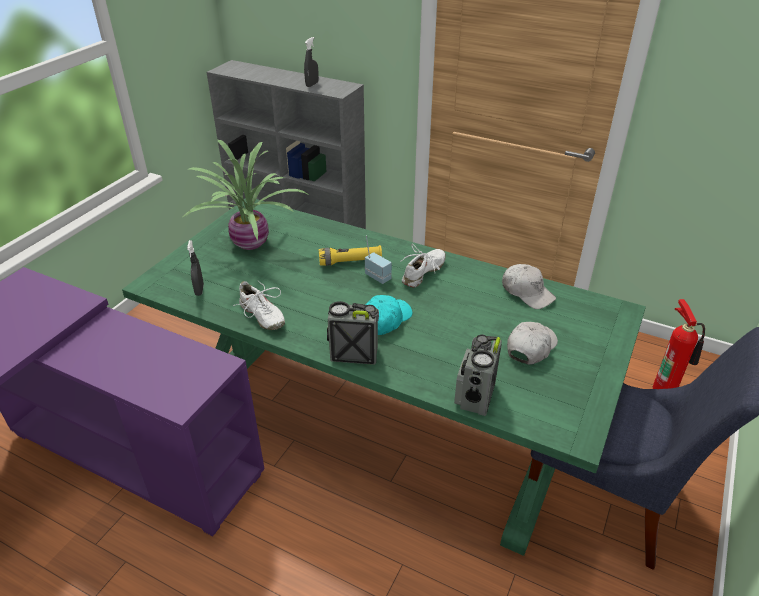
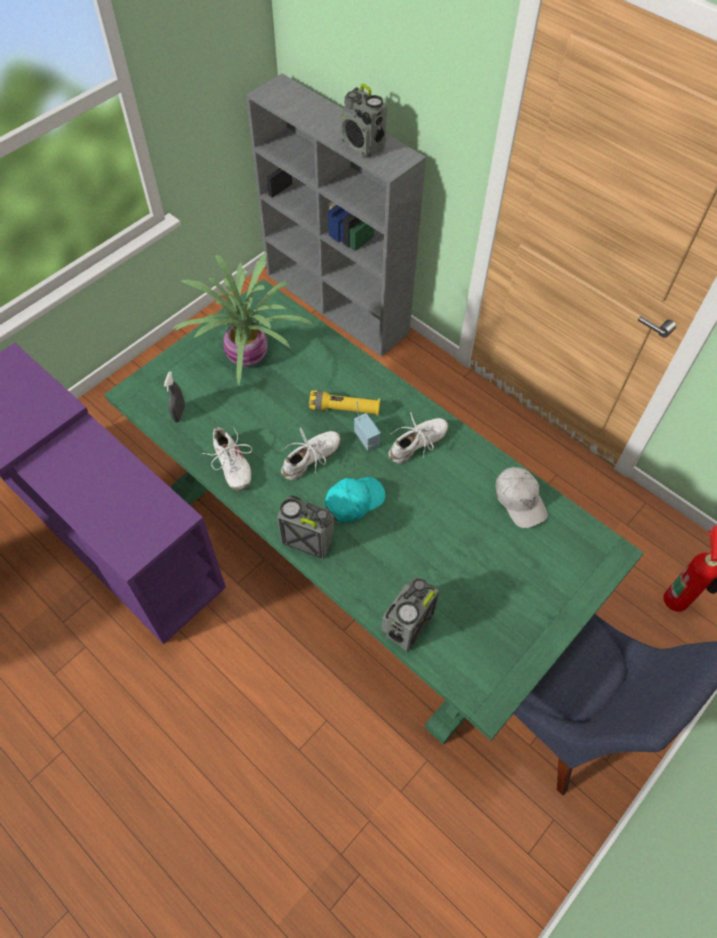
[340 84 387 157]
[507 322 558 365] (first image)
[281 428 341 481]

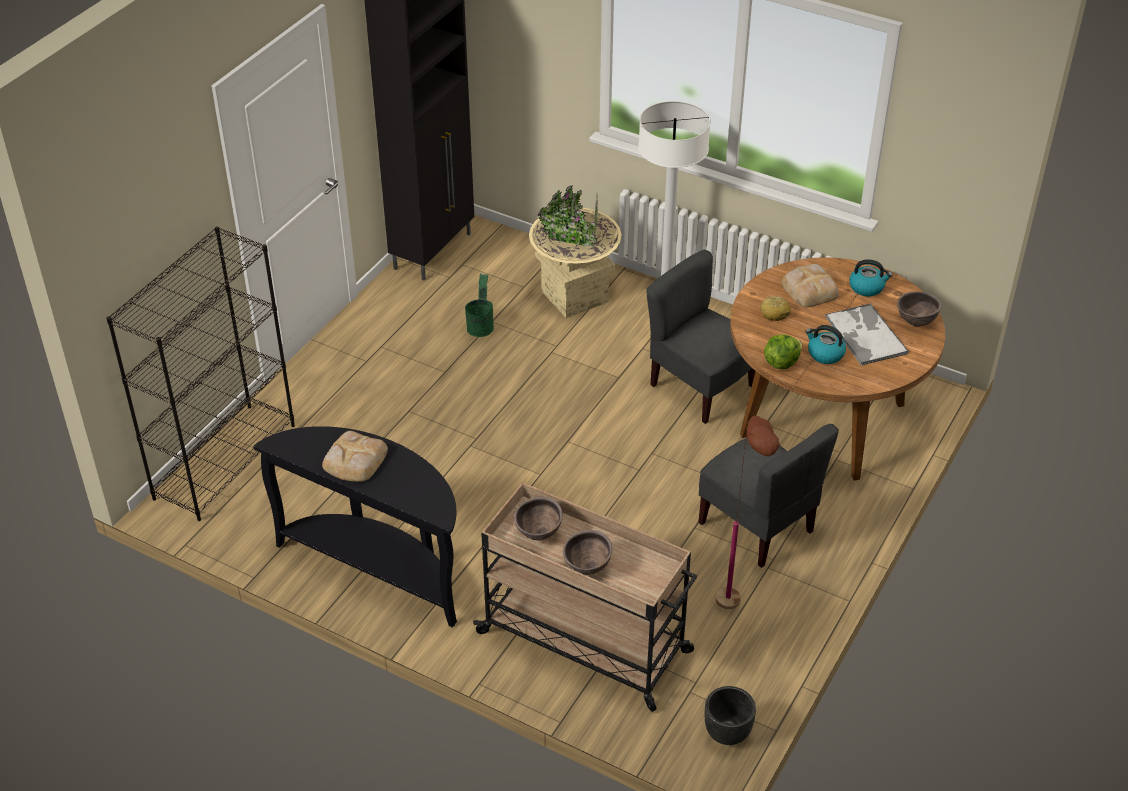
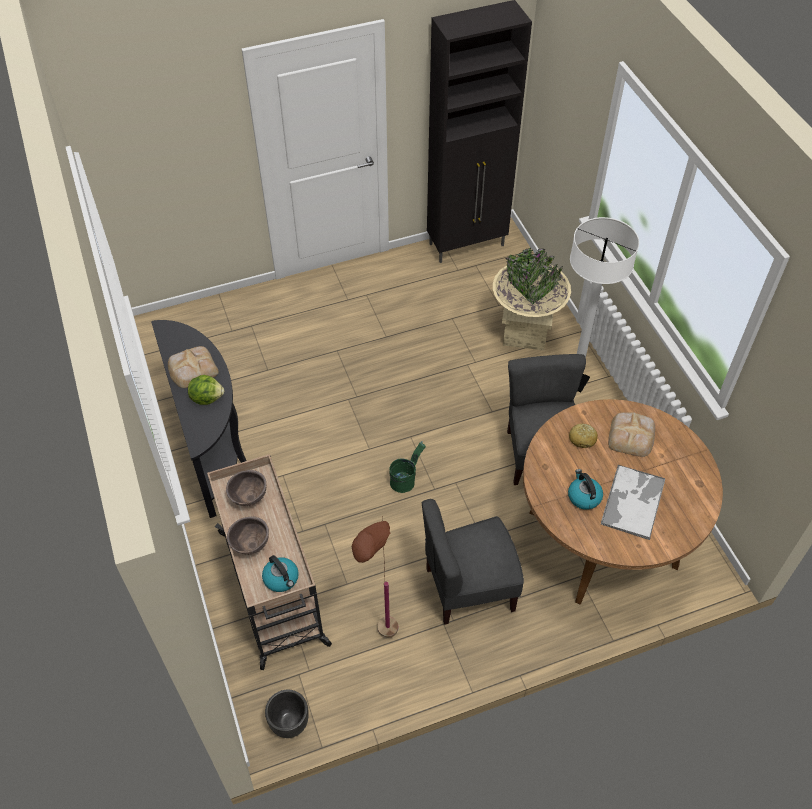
[106 227 295 521] (first image)
[262 555 299 592]
[389 441 426 493]
[897 291 942 327] (first image)
[188 375 224 405]
[422 499 524 625]

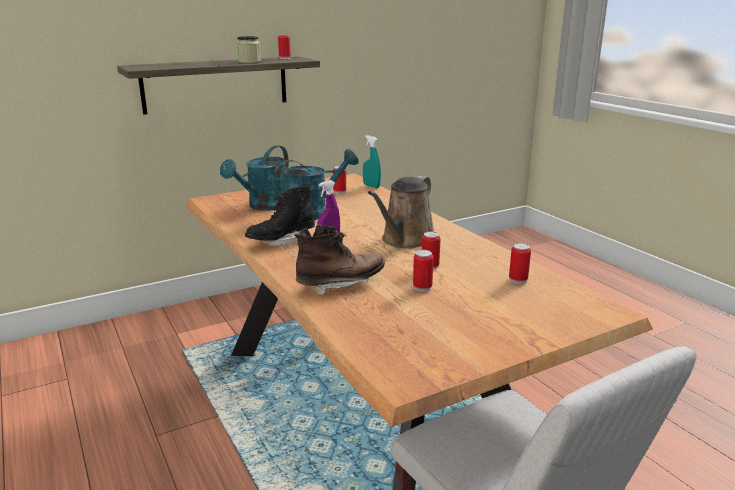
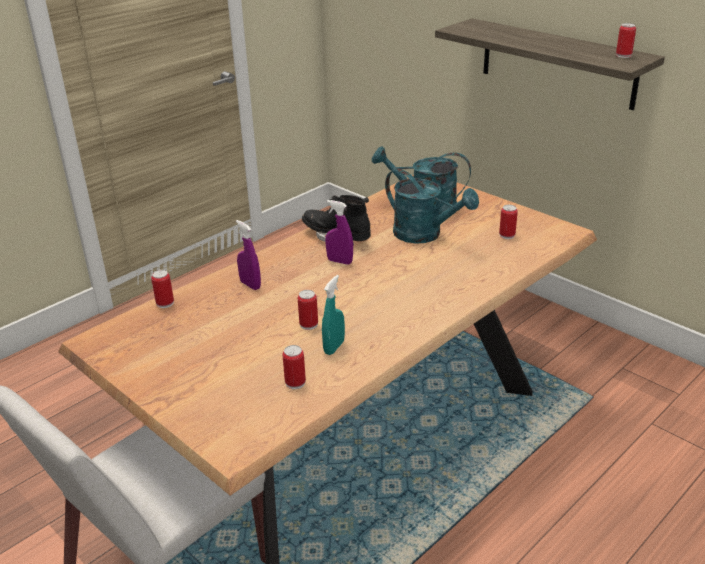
[237 36 261 63] (first image)
[322 275 345 355]
[368 176 434 248] (first image)
[236 220 261 290]
[151 270 174 308]

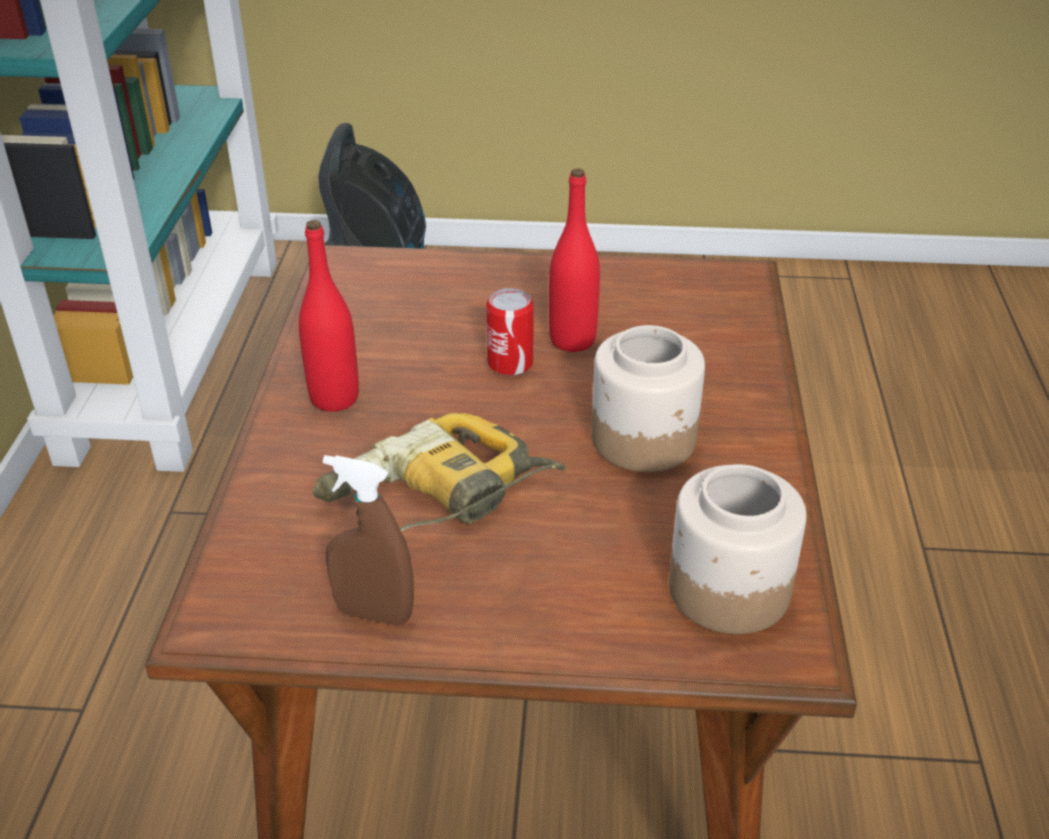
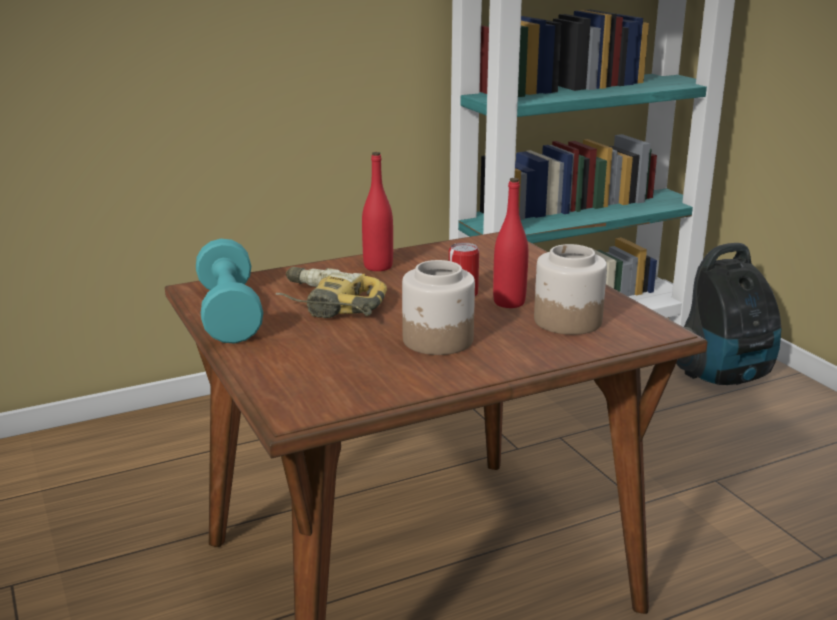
[196 239 263 344]
[534 244 607 335]

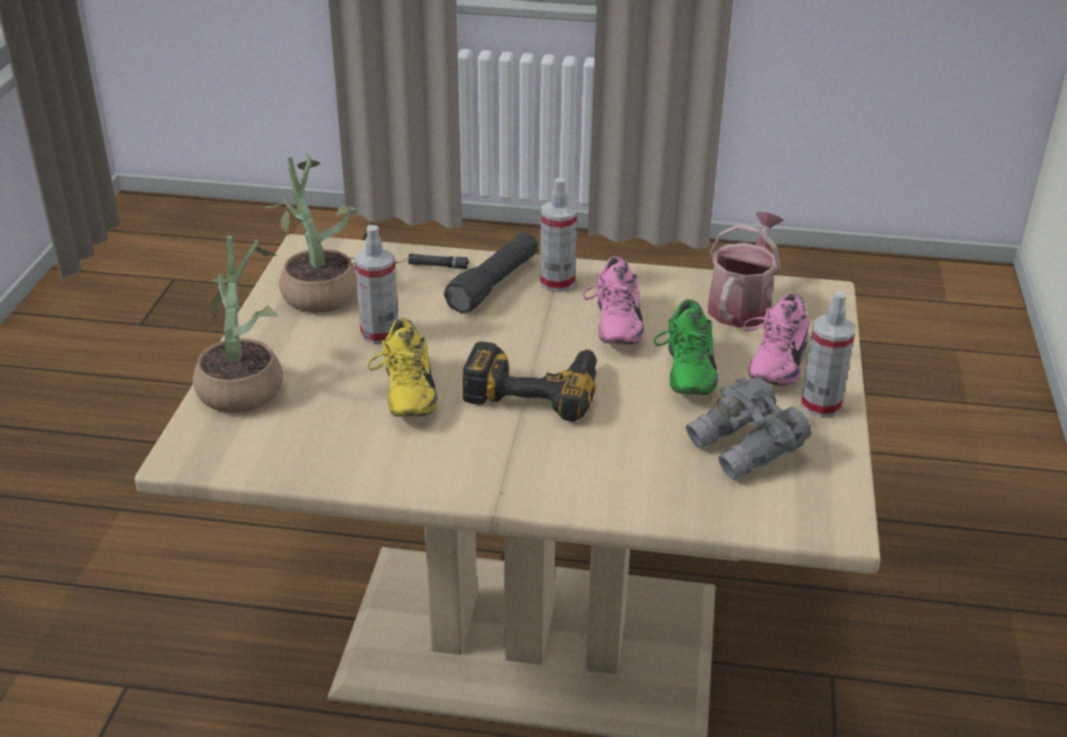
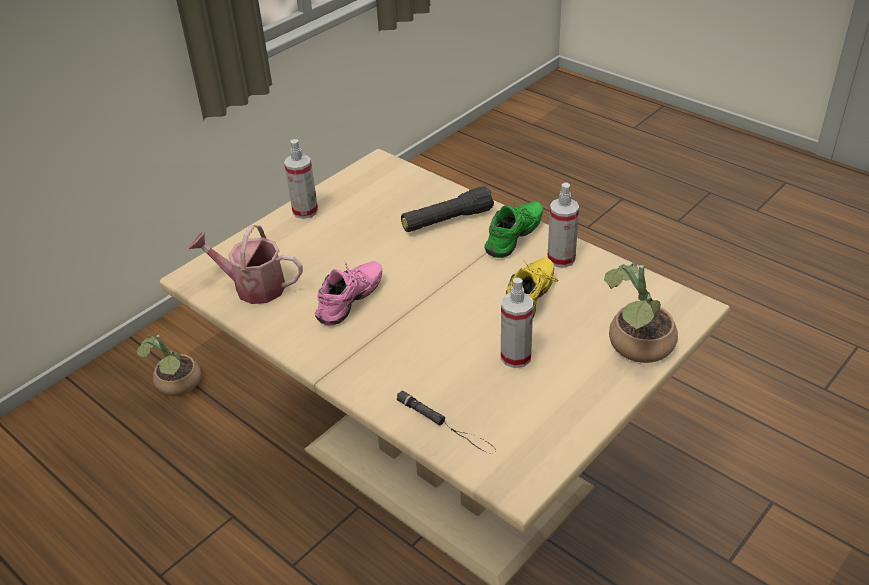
[137 334 201 396]
[547 183 579 268]
[189 225 303 304]
[401 186 494 232]
[743 293 809 386] (first image)
[484 201 543 258]
[463 341 597 421] (first image)
[686 377 811 480] (first image)

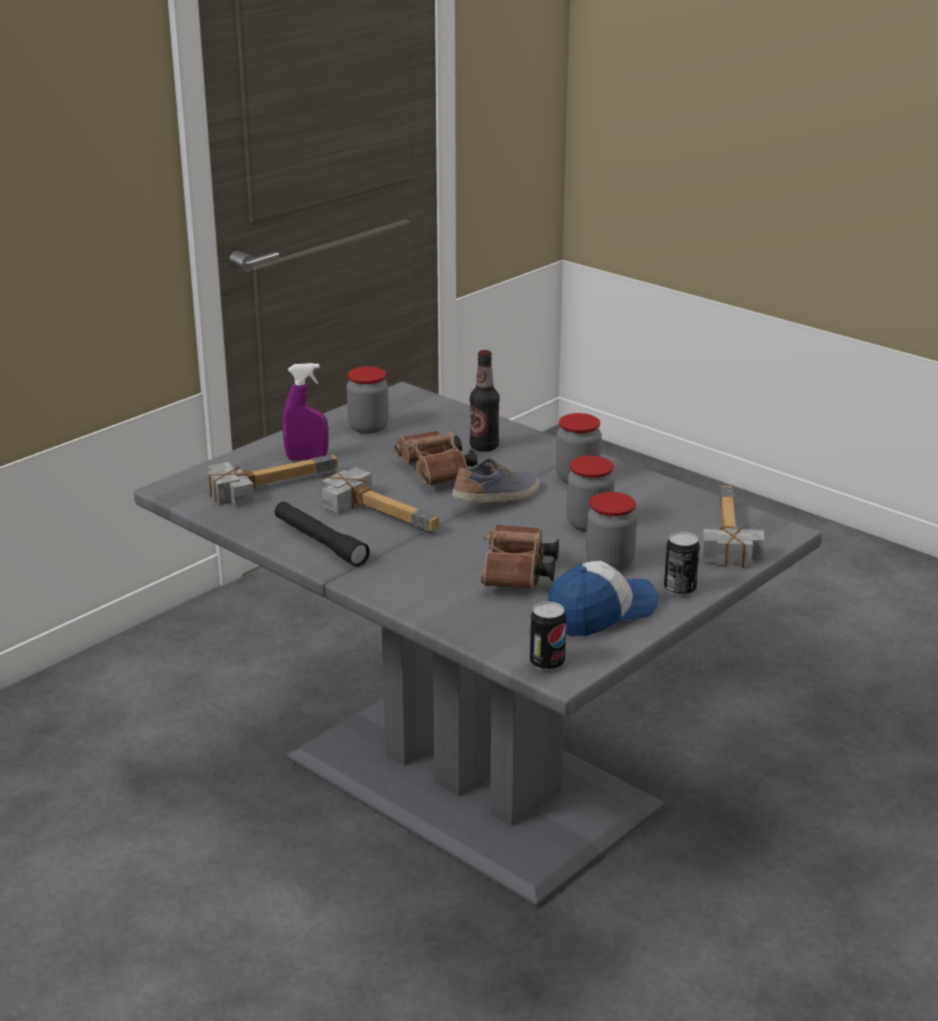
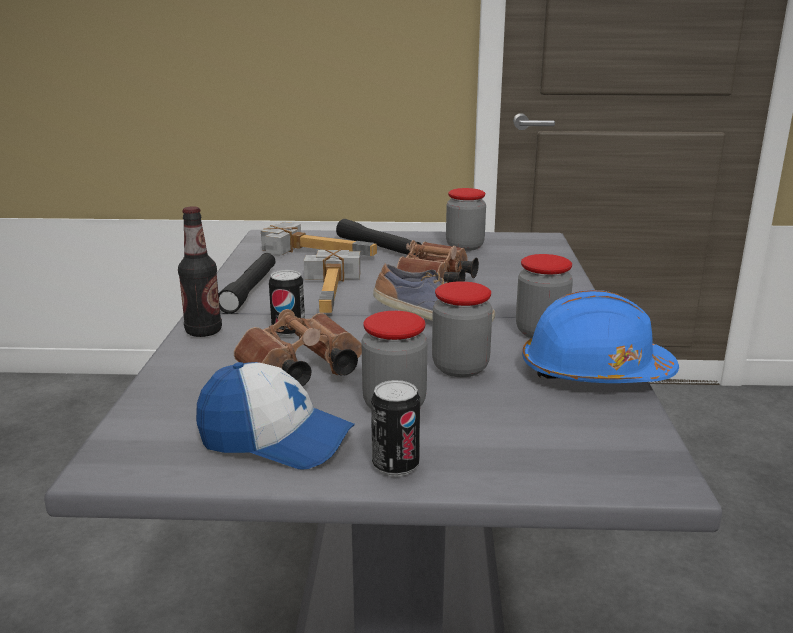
[178 206 222 337]
[336 219 422 257]
[702 486 765 567] (first image)
[269 270 305 337]
[522 290 679 383]

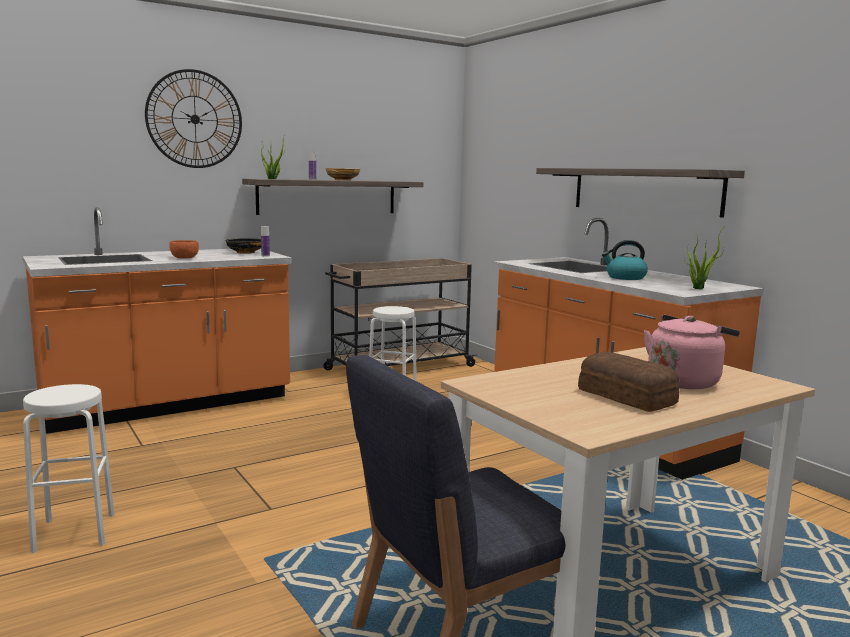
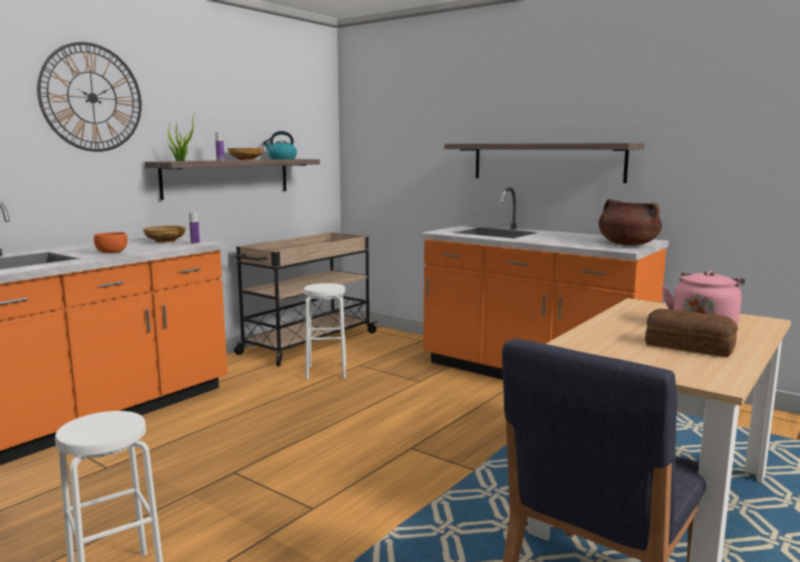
[598 199 662 245]
[143 225 186 243]
[263 131 297 159]

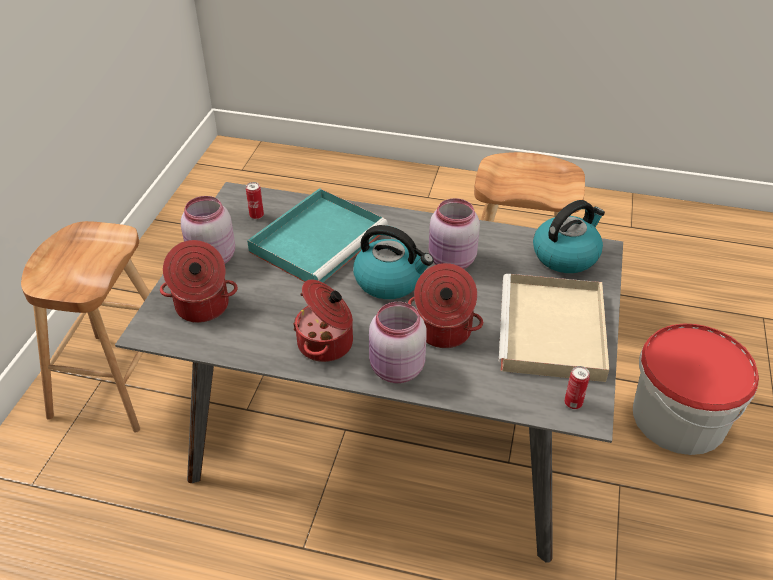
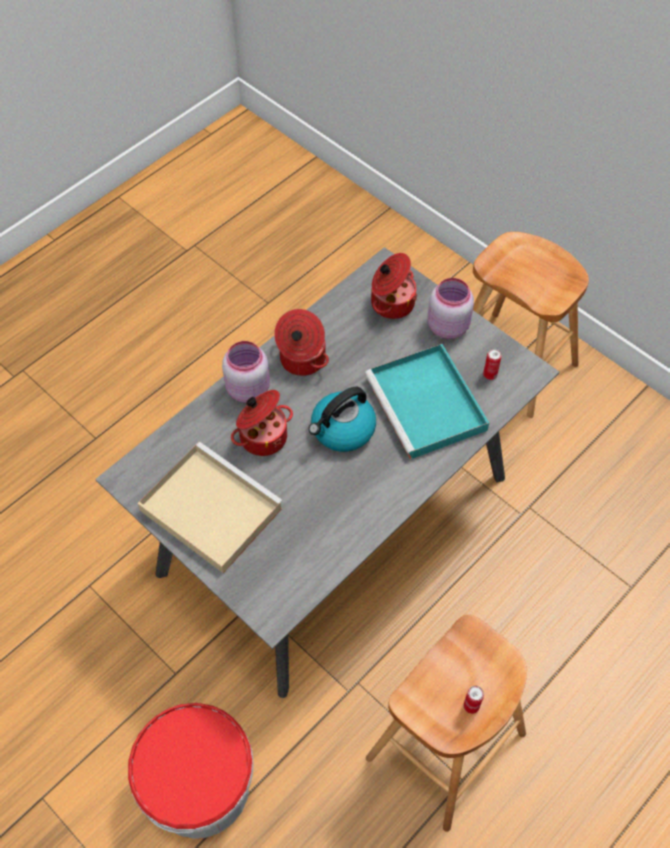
[429 198 480 269] (first image)
[533 200 605 273] (first image)
[463 686 484 714]

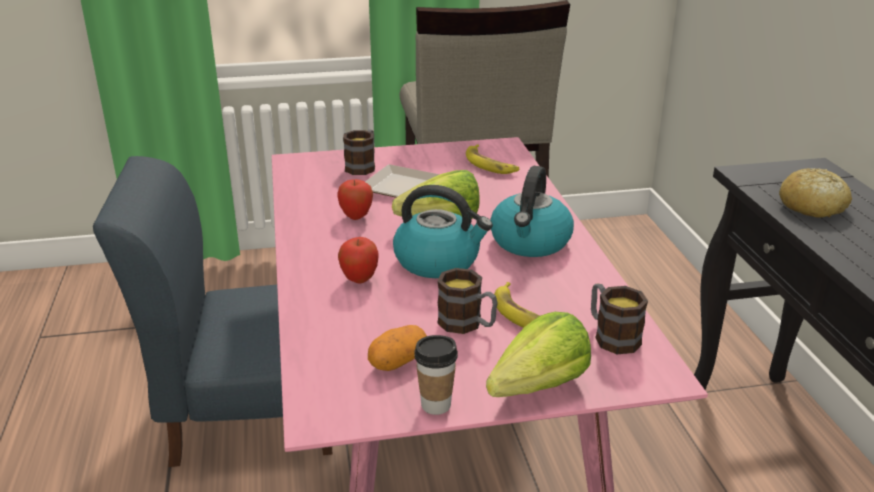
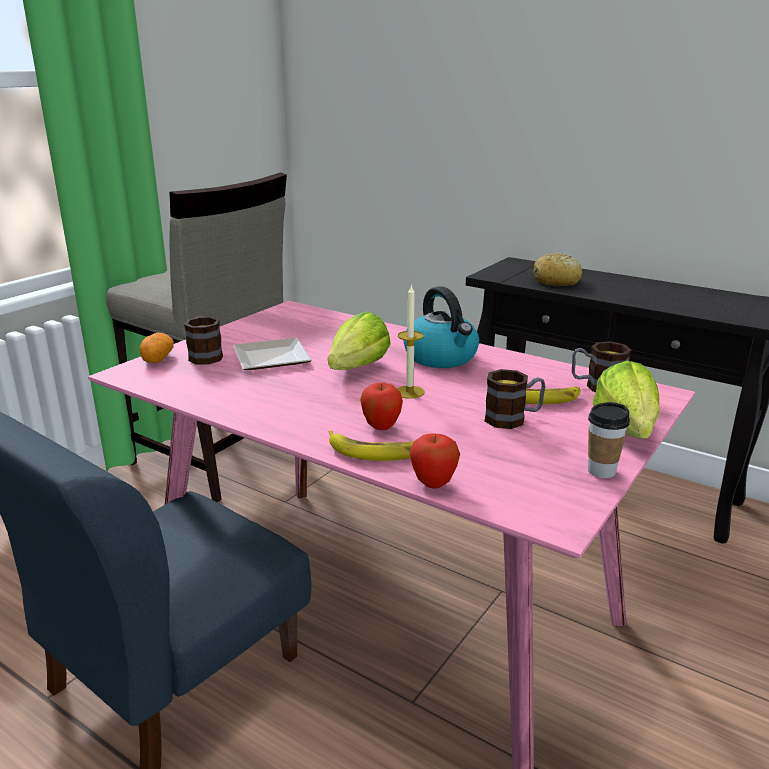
[328 430 414 461]
[409 434 460 489]
[397 284 425 399]
[140 333 174 363]

